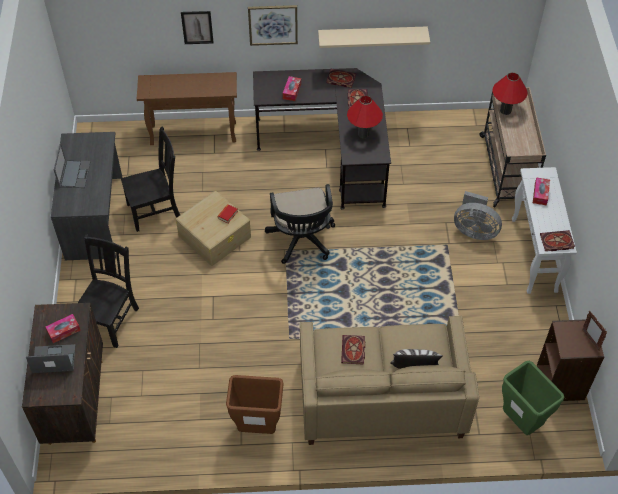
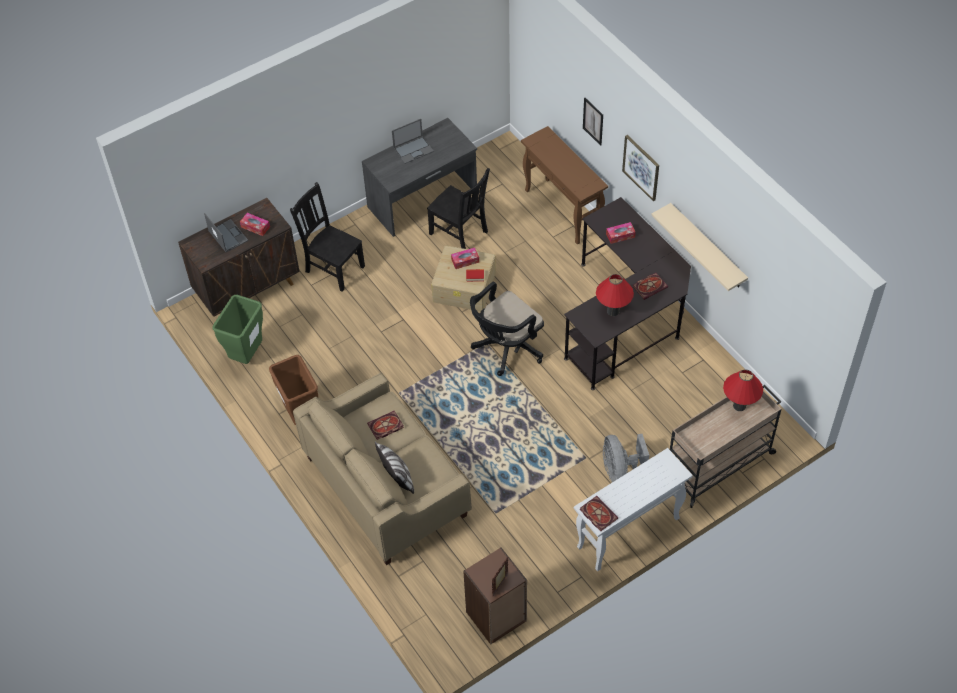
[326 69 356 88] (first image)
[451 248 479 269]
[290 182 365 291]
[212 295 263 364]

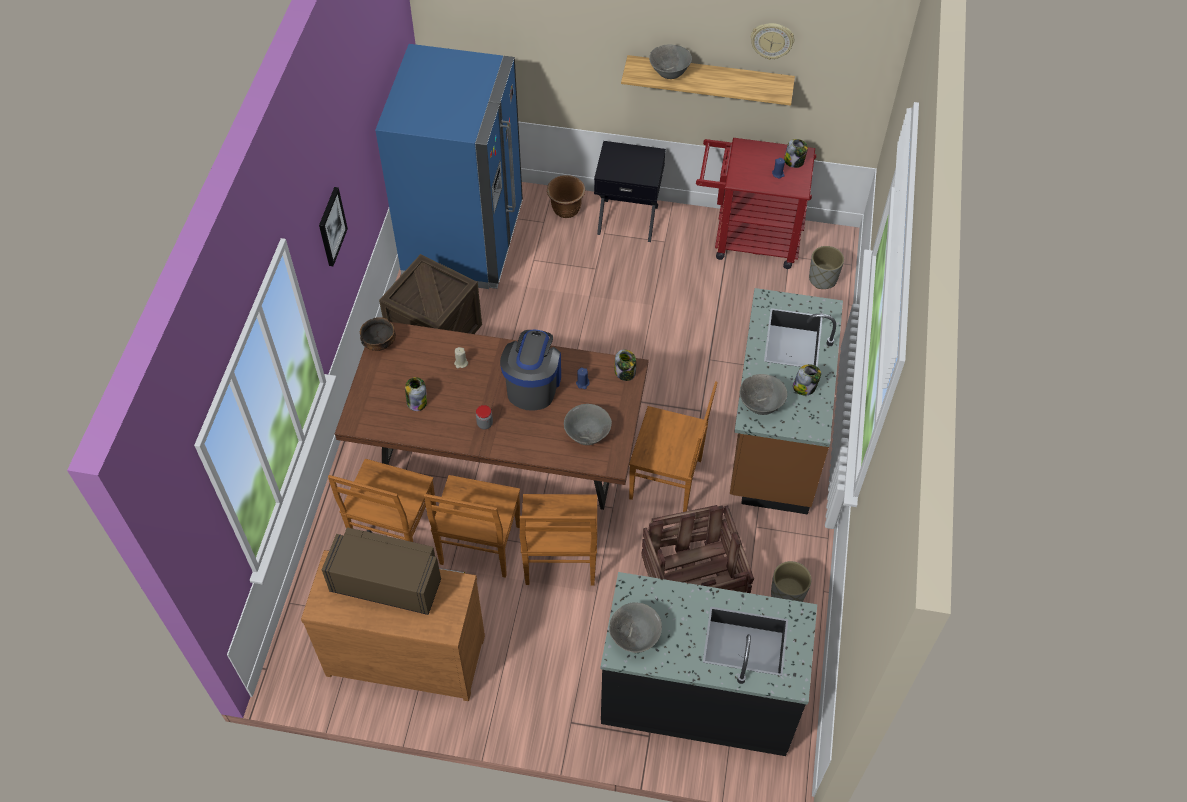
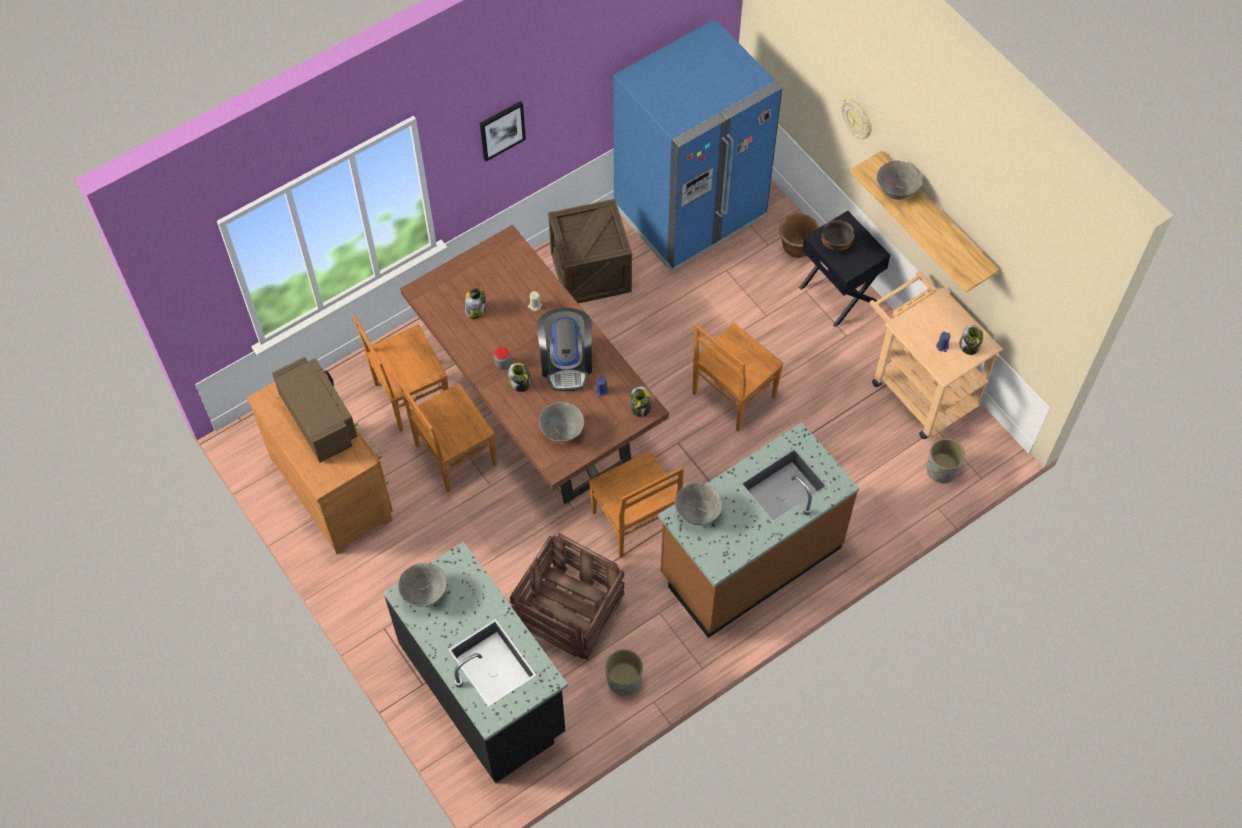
[842 99 872 139]
[870 271 1003 439]
[821 220 855 251]
[537 307 592 391]
[508 363 530 392]
[693 323 784 432]

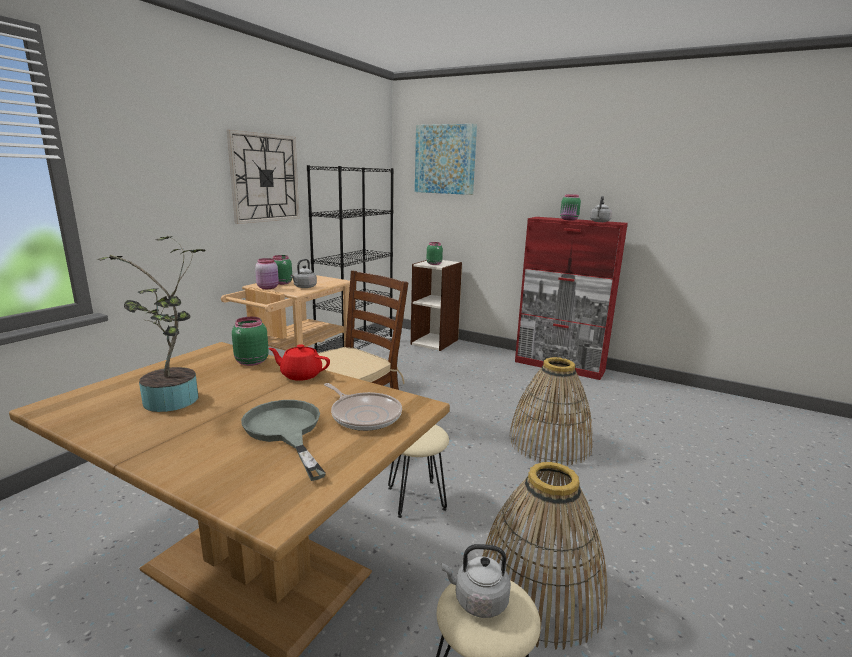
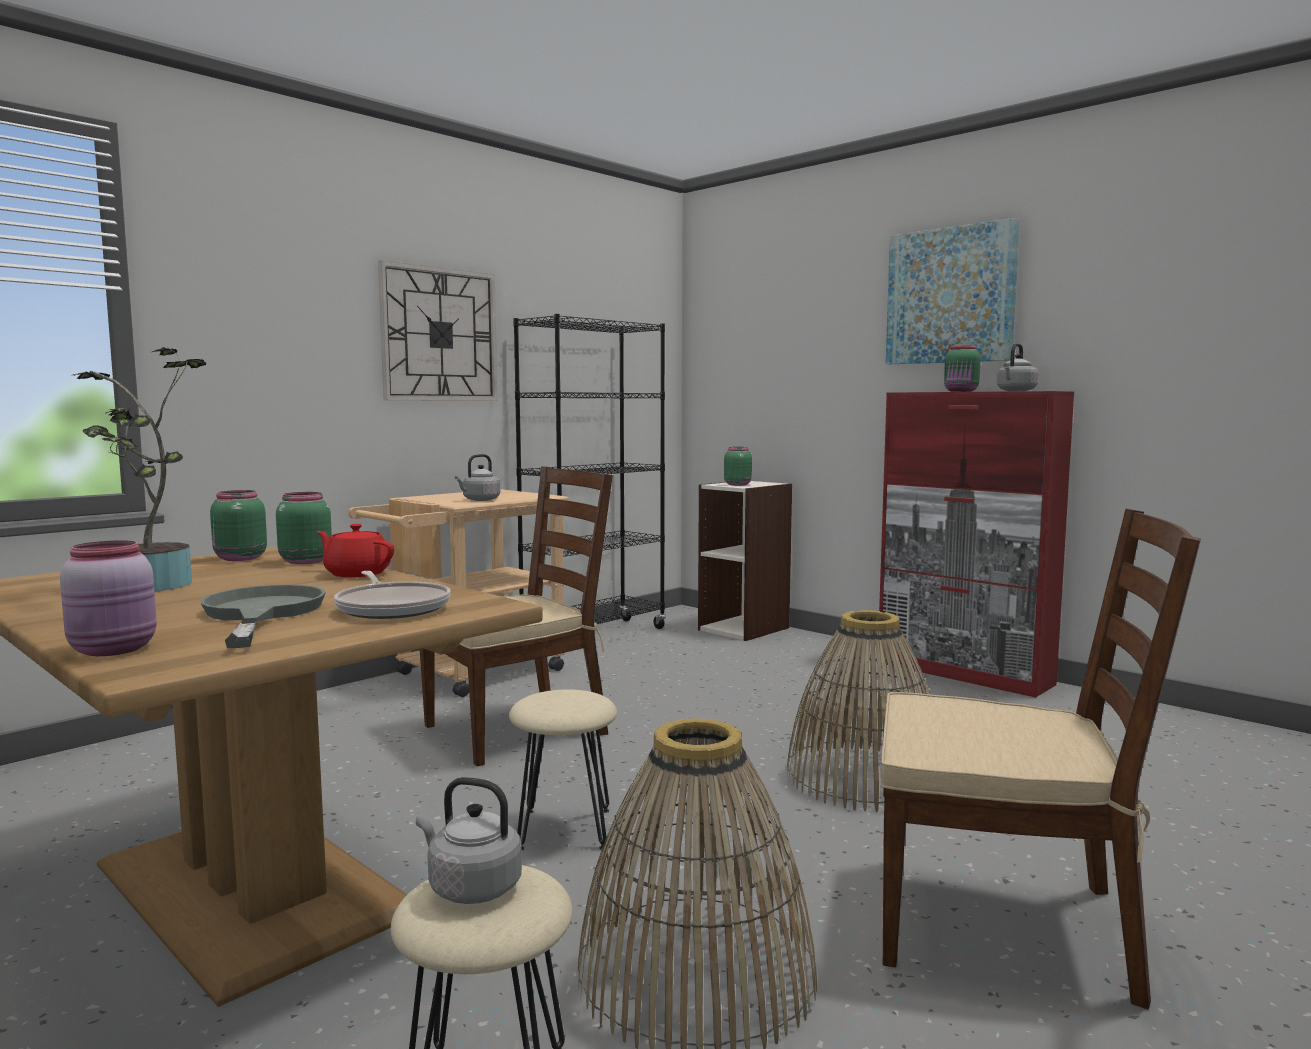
[886 218 1020 364]
[210 490 267 561]
[60 540 157 656]
[880 509 1201 1009]

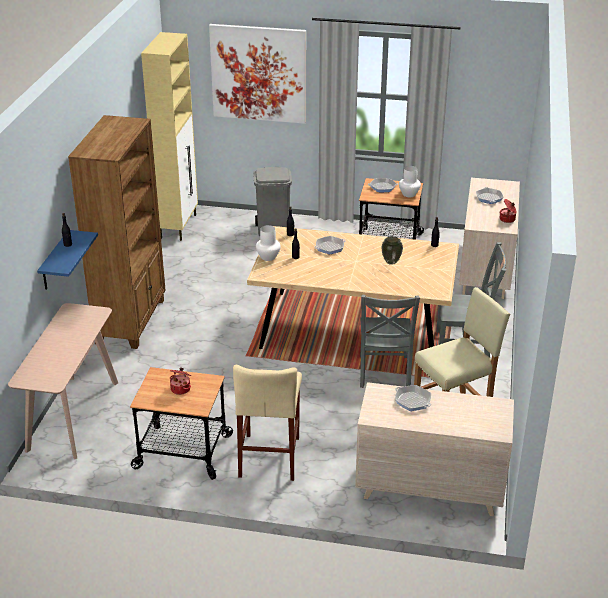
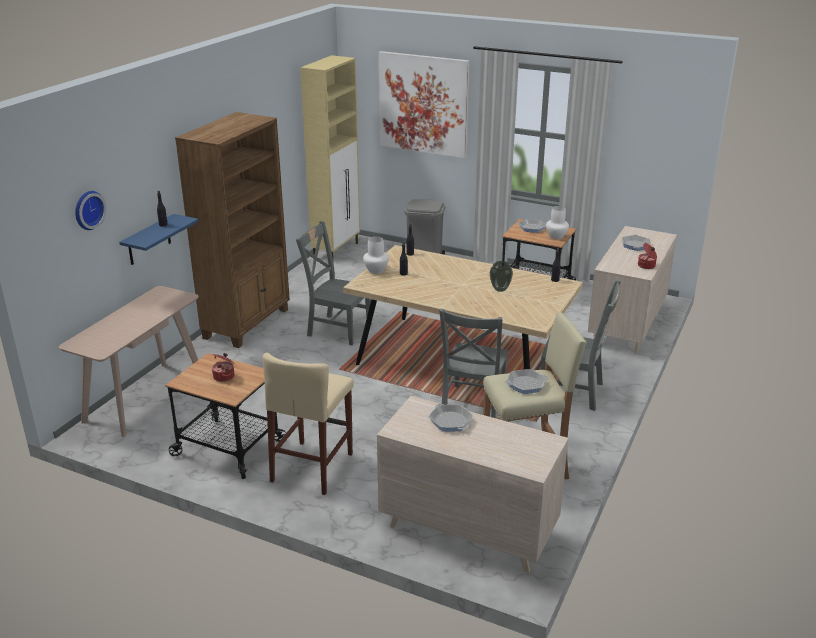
[505 369 548 394]
[75 191 107 230]
[296 221 372 345]

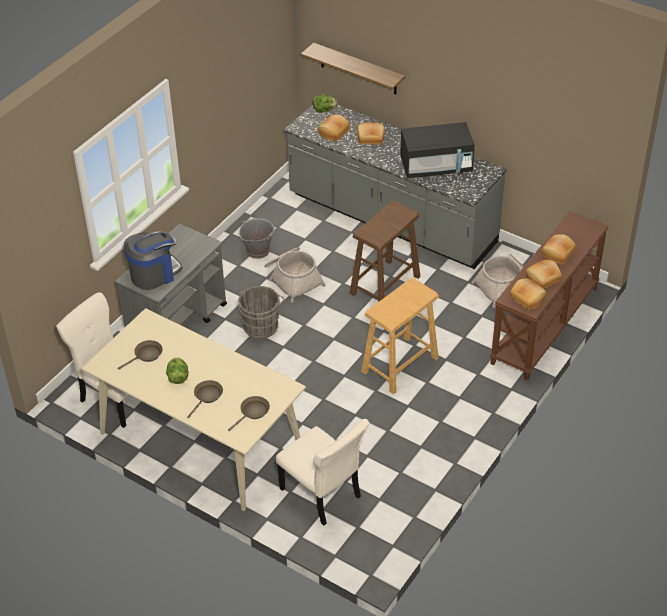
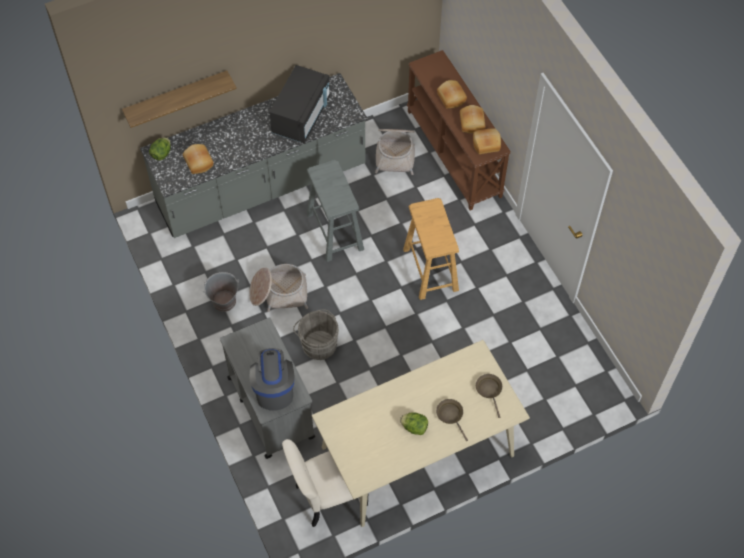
[357 122 385 144] (first image)
[307 160 364 262]
[118 340 163 370] (first image)
[276 419 369 526] (first image)

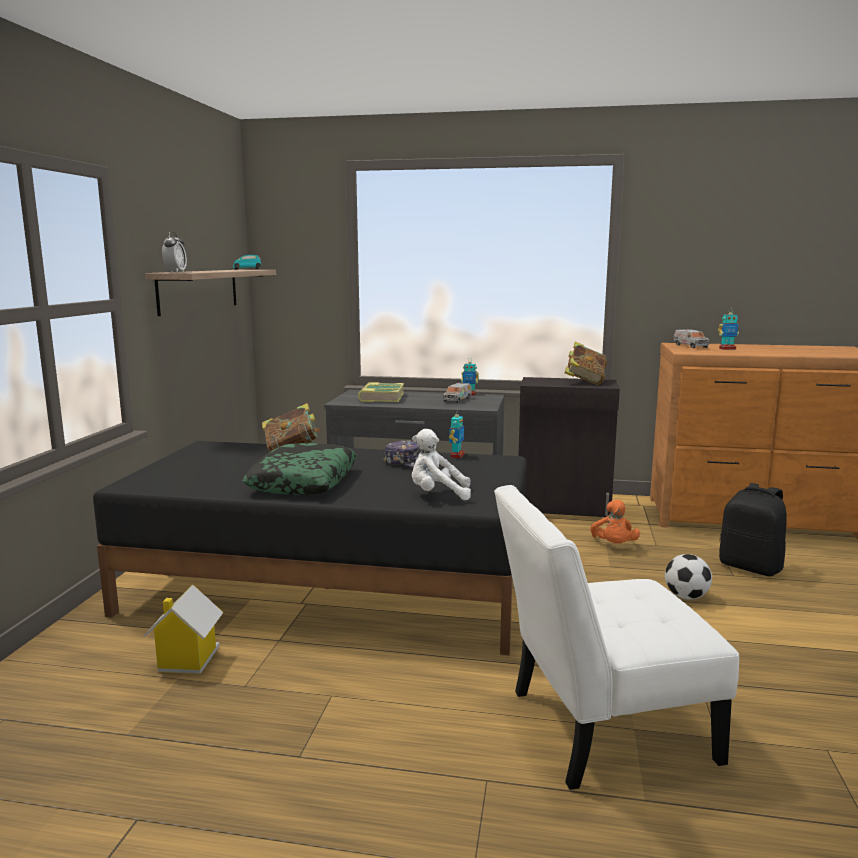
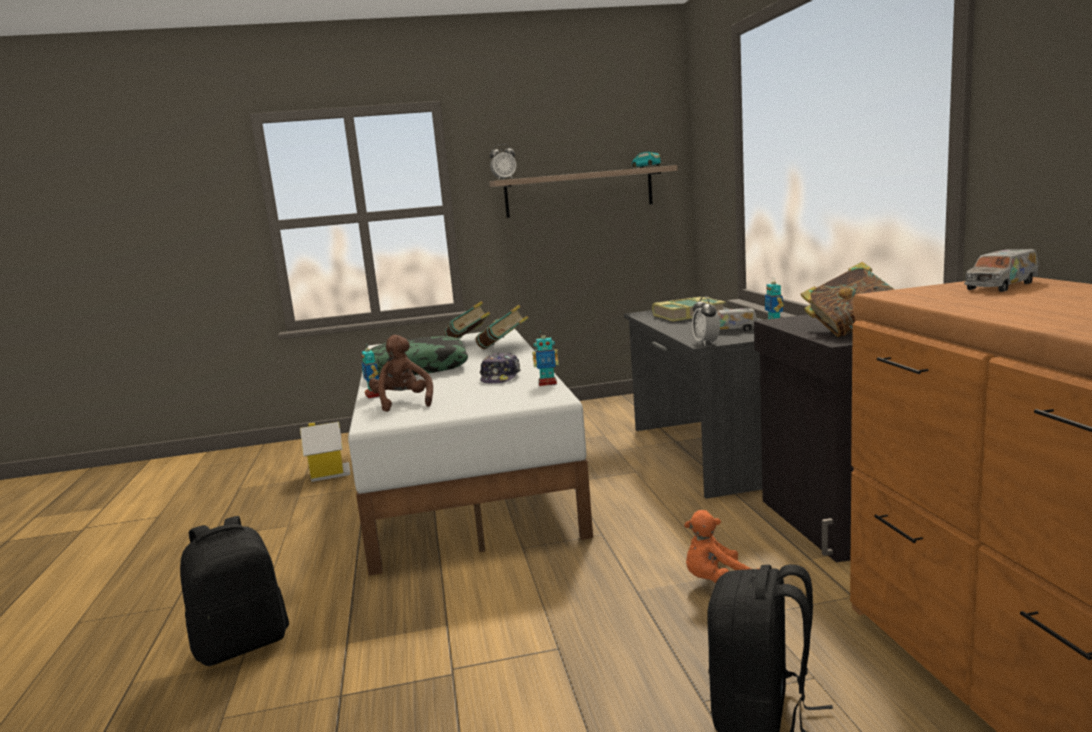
[361 343 379 399]
[369 335 433 412]
[348 329 593 576]
[180 516 289 666]
[665 554 712 600] (first image)
[692 296 720 346]
[444 301 490 339]

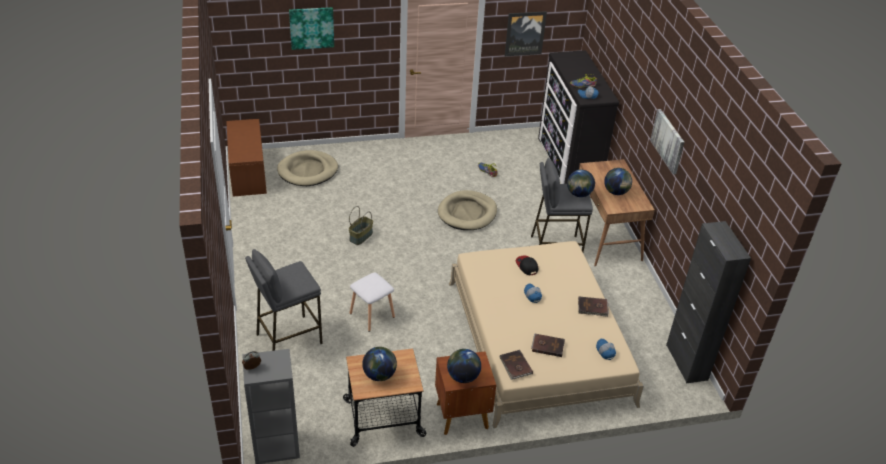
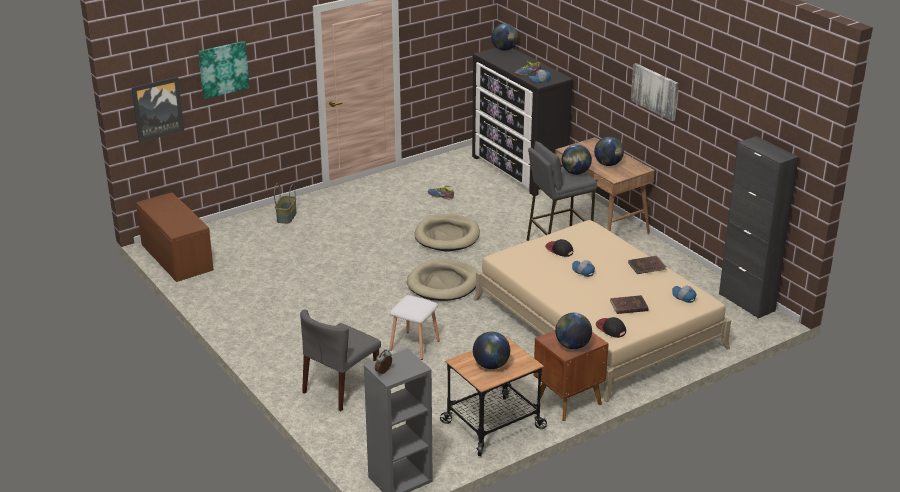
[131 77 184 142]
[407 259 478 301]
[274 183 297 224]
[300 309 381 411]
[596 317 626 338]
[491 24 518 51]

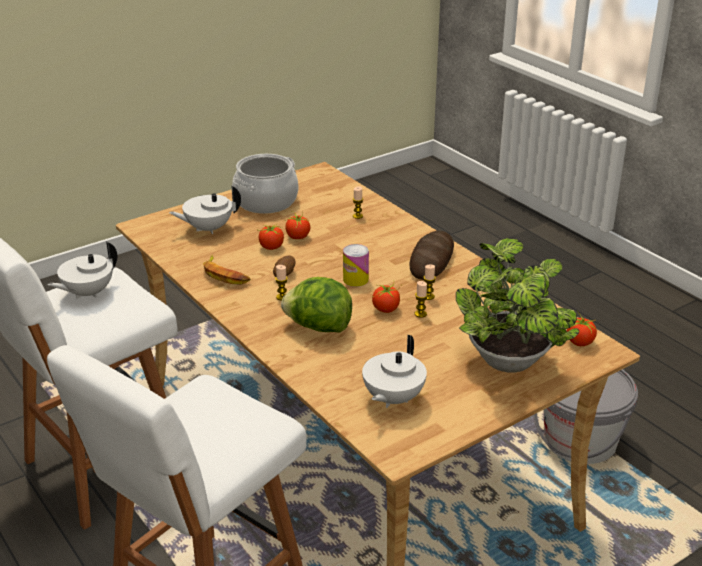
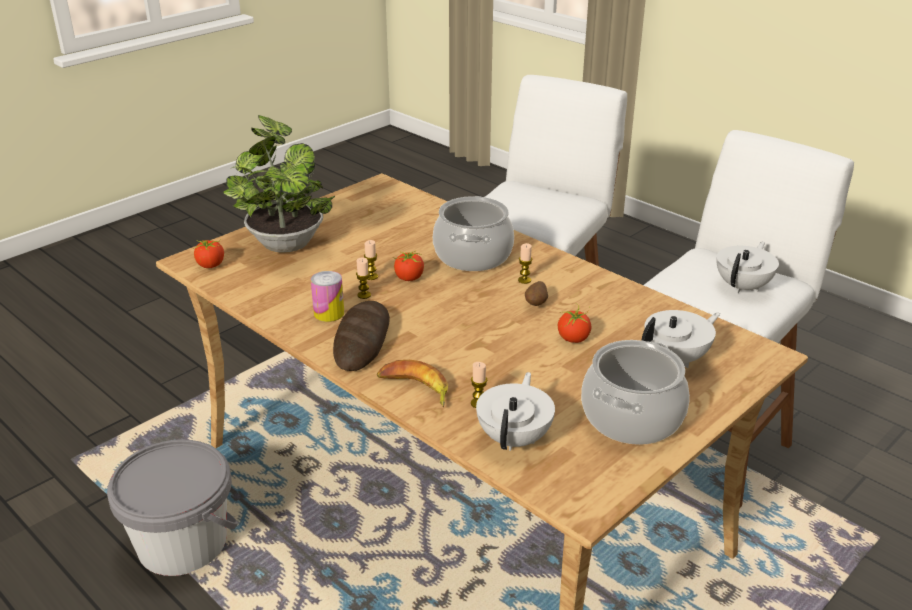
[285 210 310 239] (first image)
[311 271 344 322]
[377 360 448 407]
[433 196 514 271]
[476 372 555 451]

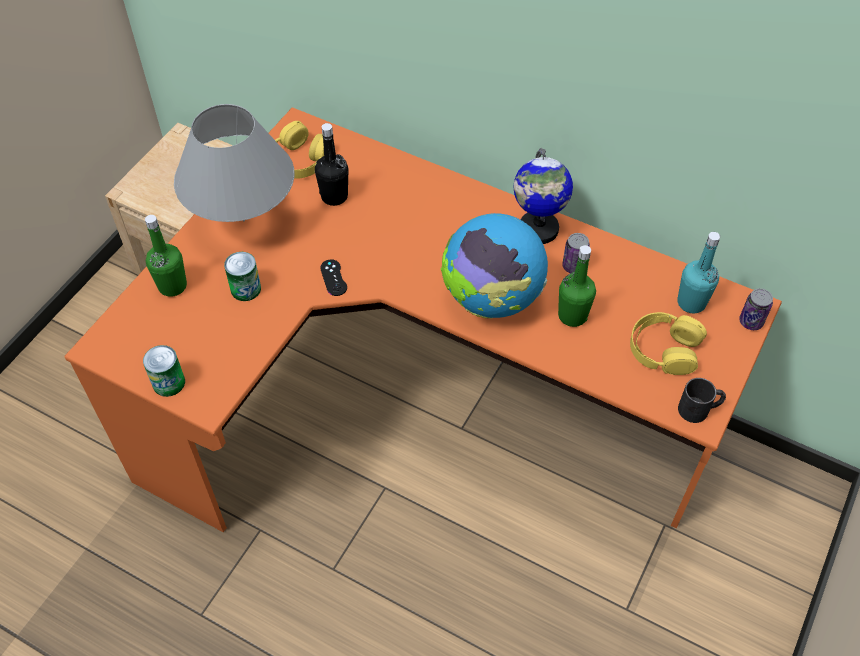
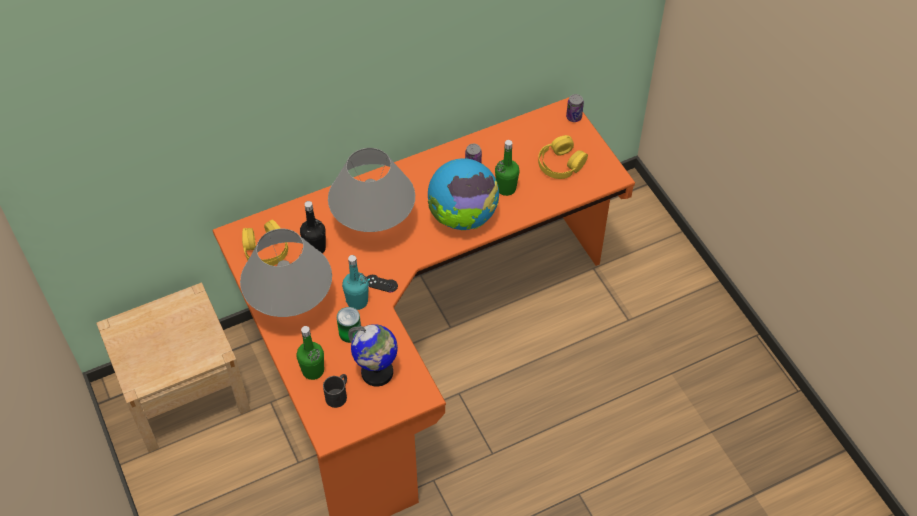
[348 324 398 386]
[342 255 369 310]
[143 345 185 397] (first image)
[323 374 347 408]
[328 148 415 232]

